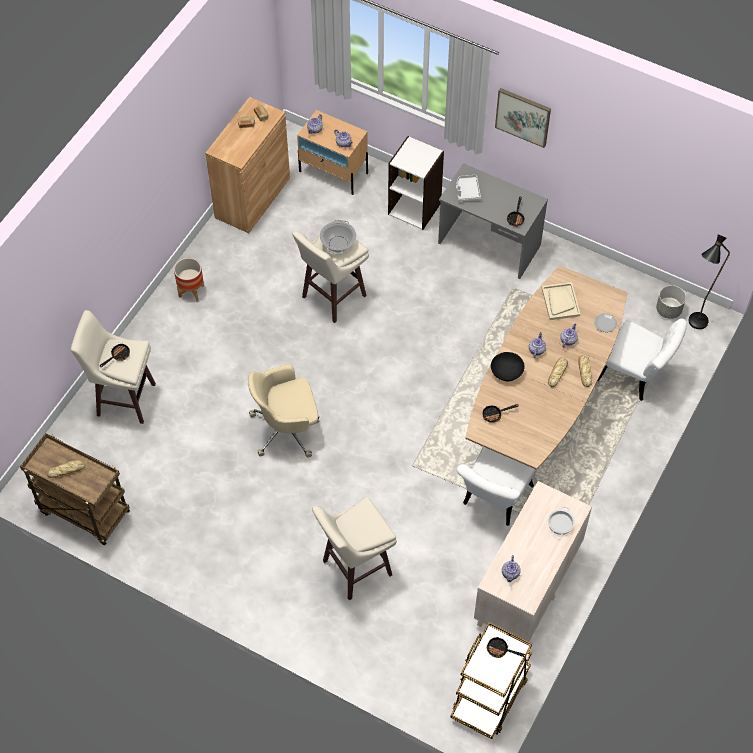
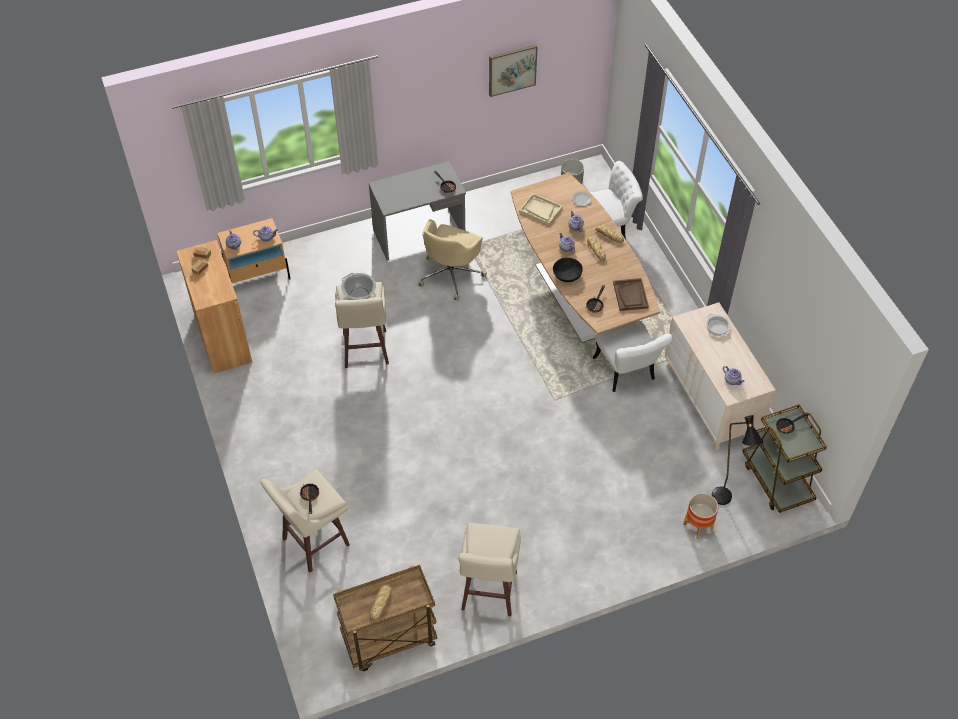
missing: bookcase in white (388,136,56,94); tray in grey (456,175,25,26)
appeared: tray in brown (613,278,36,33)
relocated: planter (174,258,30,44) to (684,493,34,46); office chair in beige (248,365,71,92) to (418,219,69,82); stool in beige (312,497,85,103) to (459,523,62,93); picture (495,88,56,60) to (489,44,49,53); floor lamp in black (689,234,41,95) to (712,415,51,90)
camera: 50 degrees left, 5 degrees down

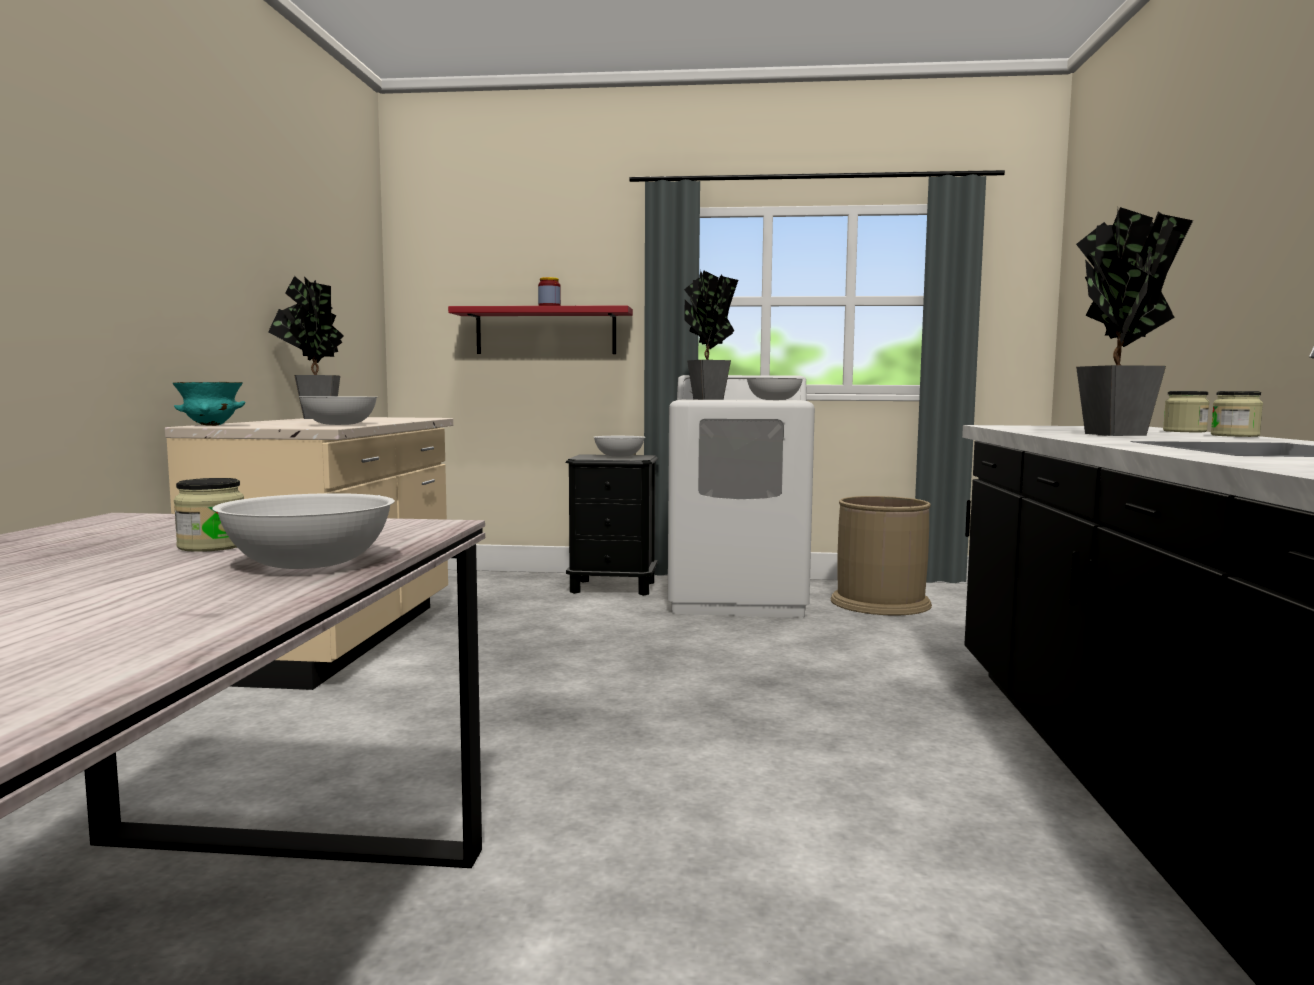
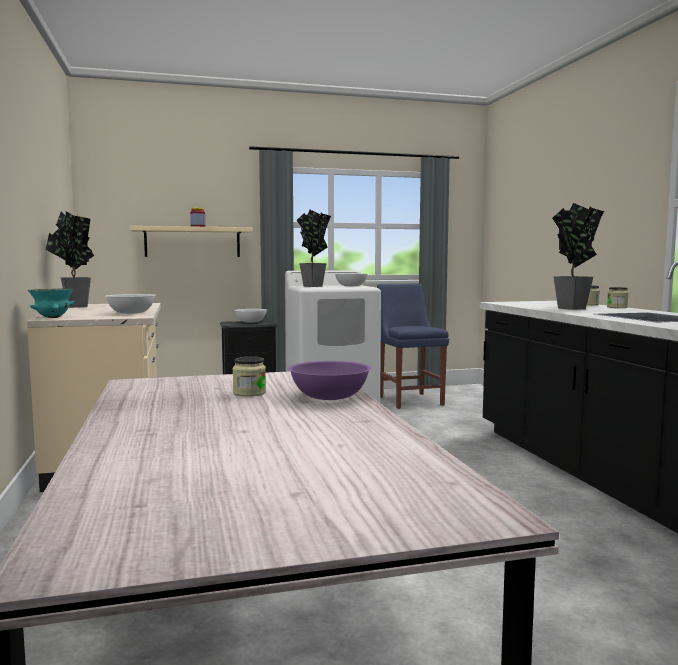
exchanged: trash can in brown (831,496,101,119) to chair in blue (377,284,72,125)
colour: bowl in white (212,493,183,76) to bowl in purple (288,361,83,39); shelf in red (448,305,185,49) to shelf in beige (130,226,123,31)
camera: 20 degrees left, 0 degrees up

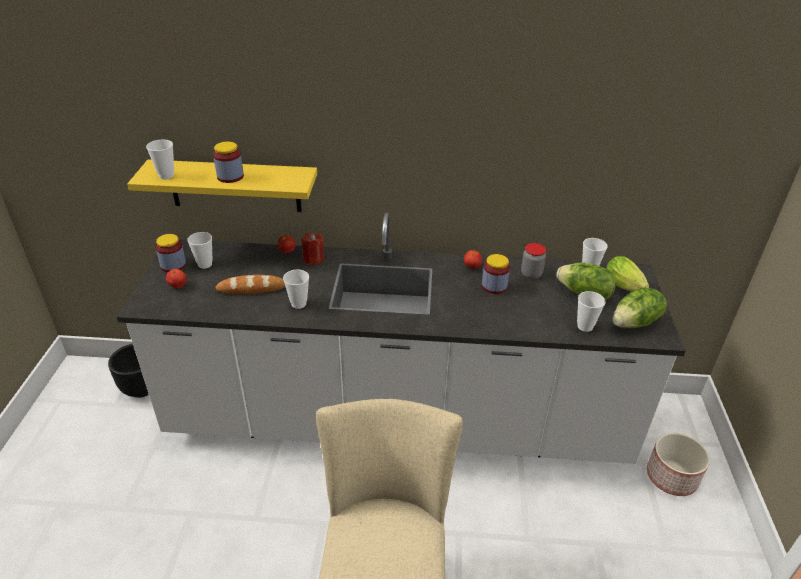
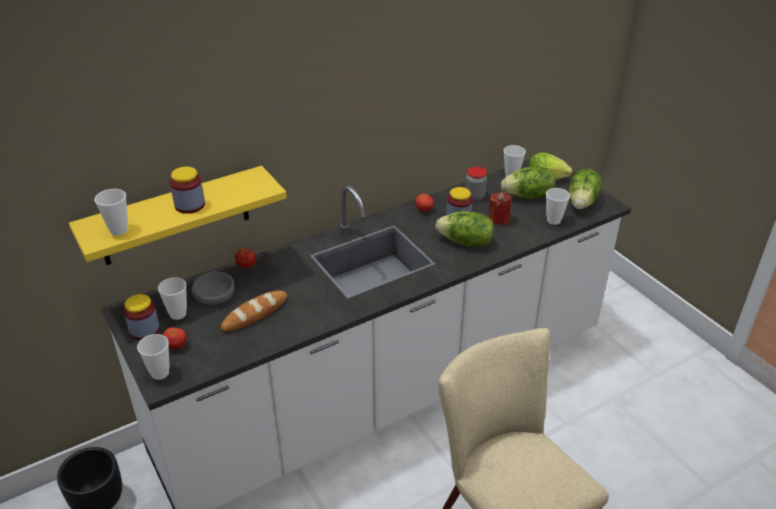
missing: planter (647,433,63,63)
appeared: bowl in grey (192,271,42,34); lettuce (436,211,58,35)
relocated: cup (283,269,26,40) to (137,334,32,46); candle in red (302,232,22,33) to (488,192,24,33)
camera: 35 degrees left, 0 degrees up

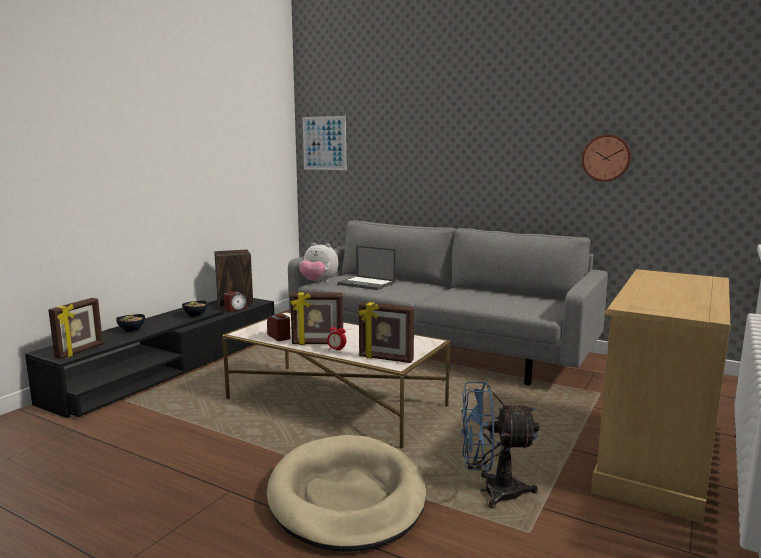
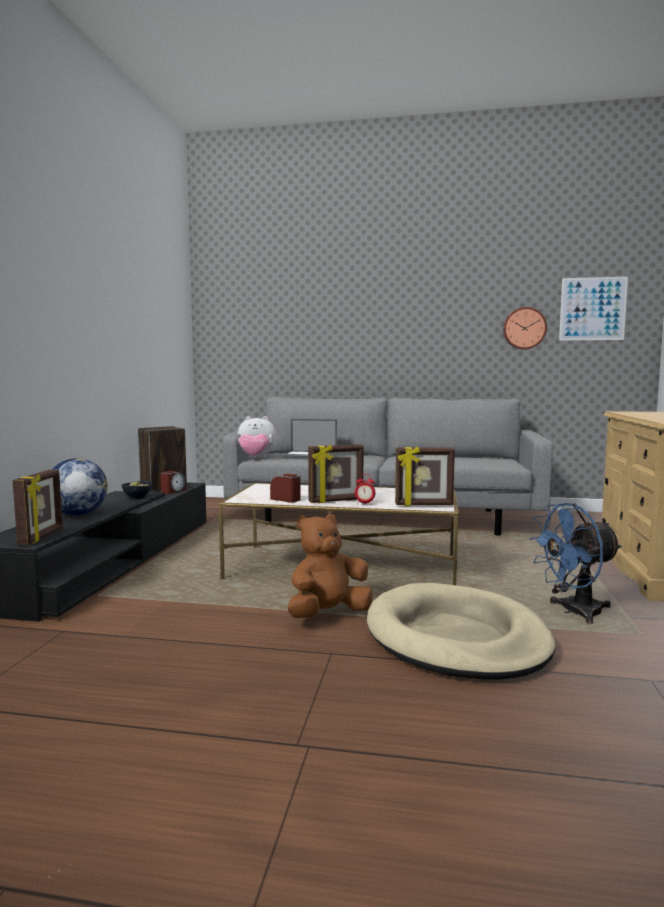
appeared: plush toy in brown (288,514,85,104)
relocated: picture (303,116,43,54) to (559,276,69,65)
exchanged: bowl (116,314,29,18) to globe (52,458,56,58)
camera: 20 degrees left, 5 degrees down

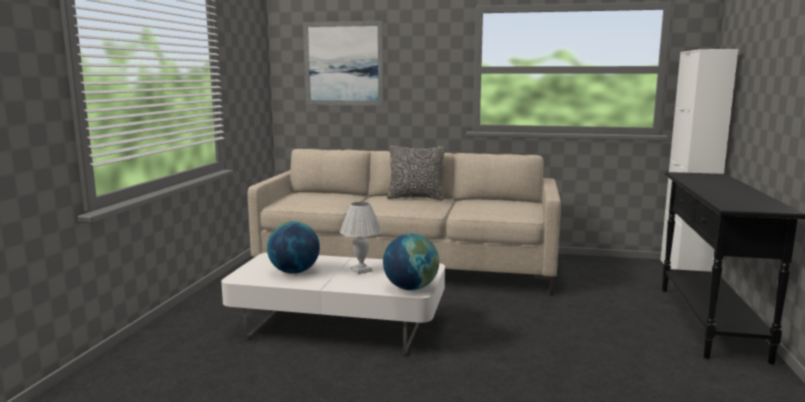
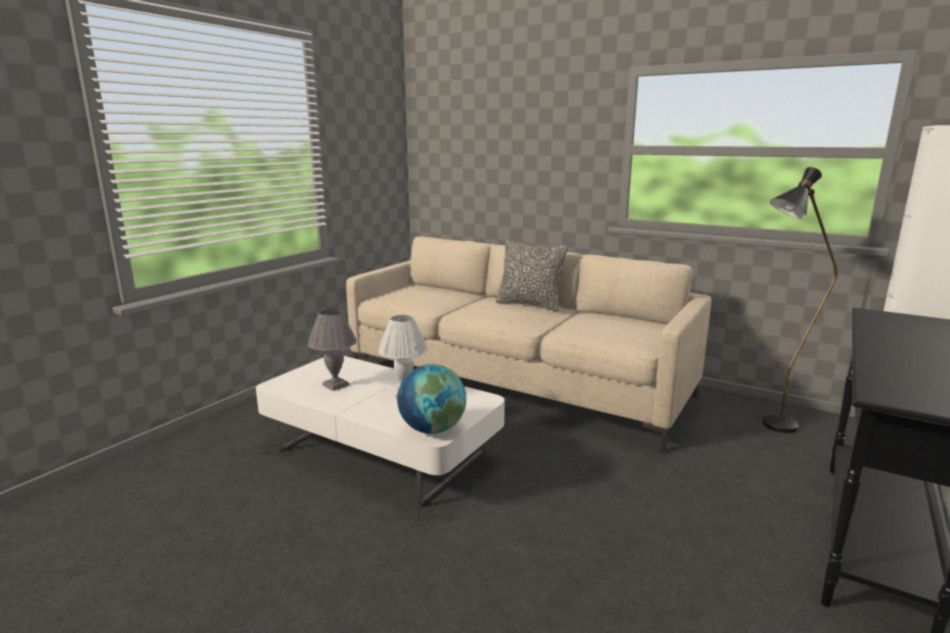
missing: picture (303,21,81,85)
appeared: floor lamp in black (762,167,76,266)
exchanged: globe (267,221,53,53) to table lamp in grey (308,309,49,82)
camera: 20 degrees right, 5 degrees up

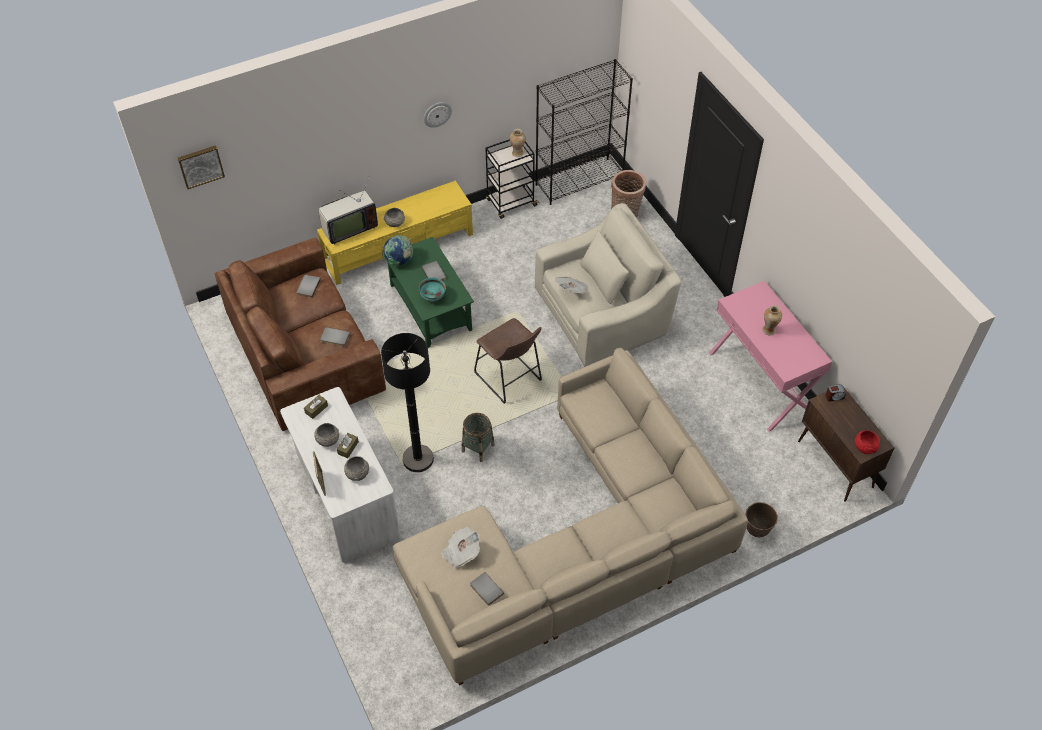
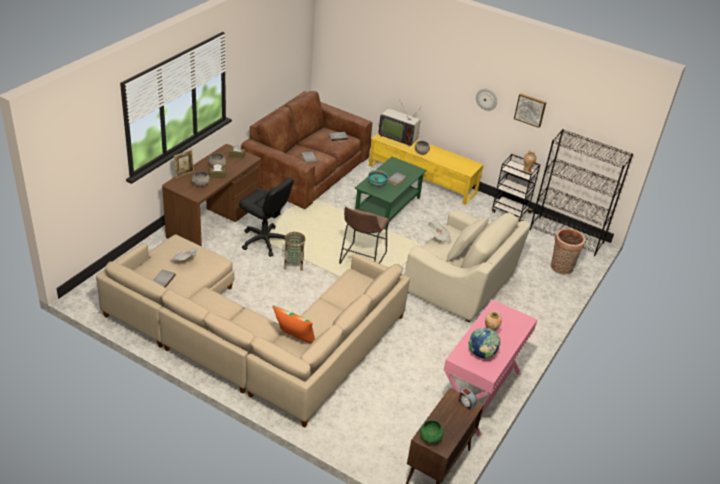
missing: planter (746,502,32,35)
appeared: pillow (272,305,43,38)
relocated: picture (178,145,47,44) to (514,93,32,35); globe (383,235,30,30) to (468,328,32,31)
exchanged: floor lamp in black (381,333,53,139) to office chair in black (239,177,55,80)
colour: desk in white (280,387,121,176) to desk in brown (162,144,99,102); bowl in red (855,430,25,24) to bowl in green (420,420,24,24)
camera: 55 degrees right, 15 degrees down

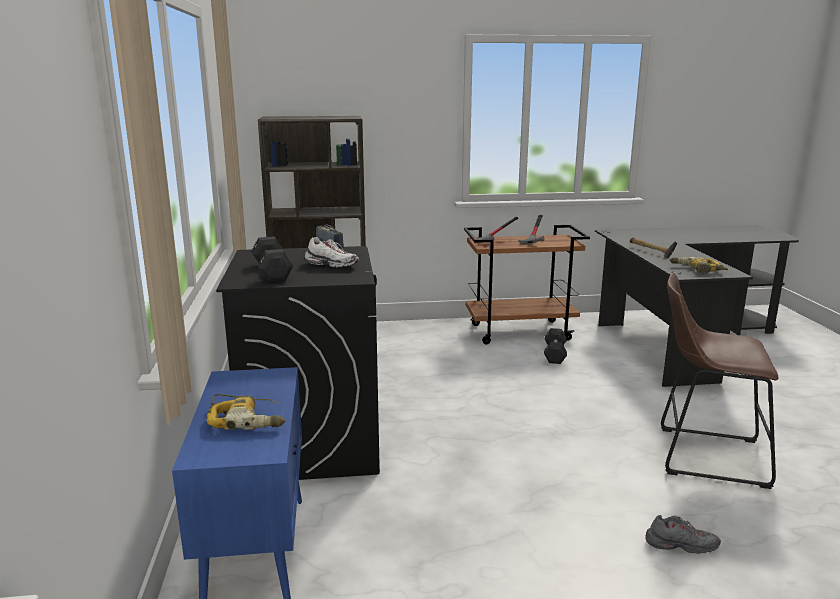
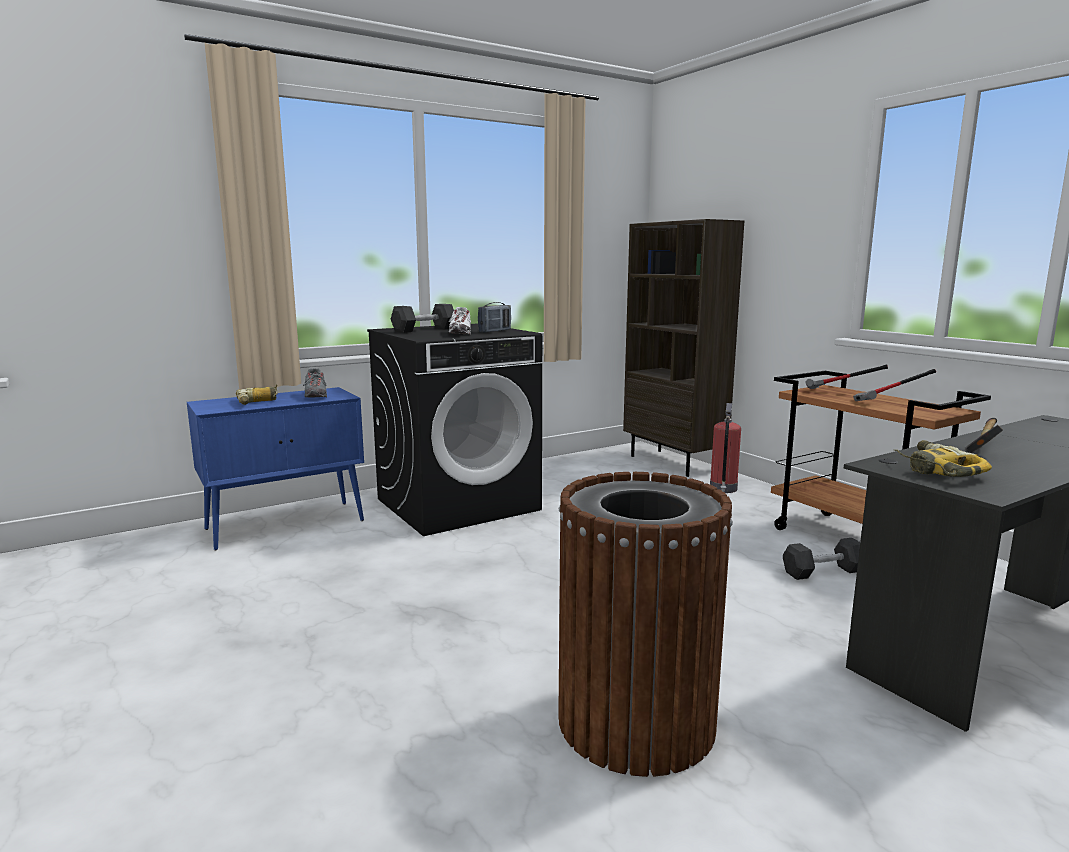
appeared: fire extinguisher (710,403,31,90)
relocated: shoe in grey (645,515,76,39) to (303,368,24,30)
exchanged: stool in brown (661,273,118,216) to trash can in brown (558,472,175,305)
camera: 65 degrees right, 5 degrees down

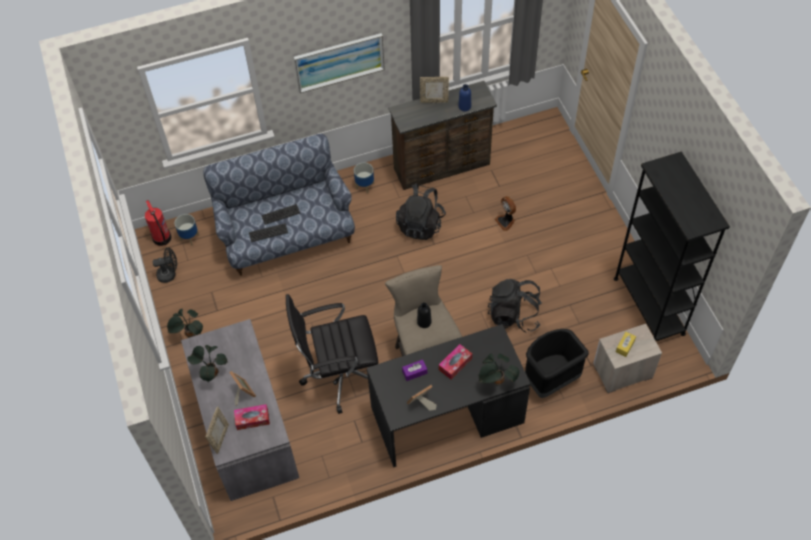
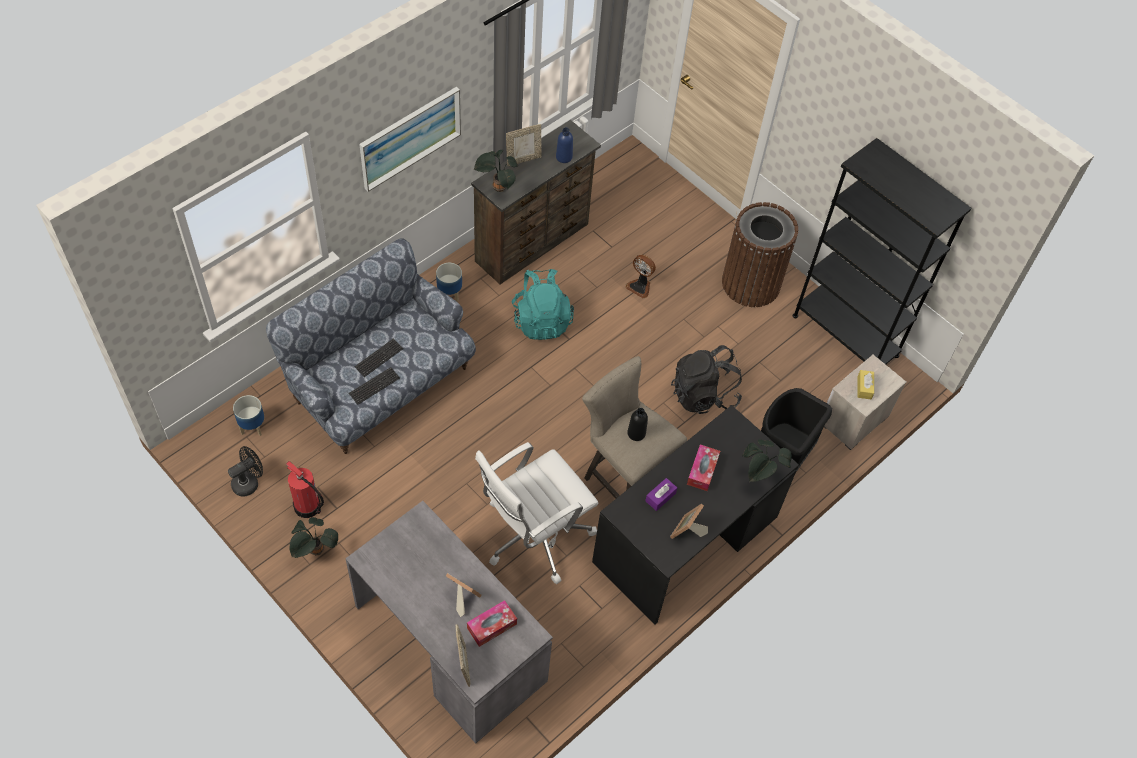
appeared: trash can in brown (722,202,76,105)
relocated: fire extinguisher (145,200,26,46) to (286,461,38,57); potted plant (188,345,40,37) to (473,150,45,42)
colour: office chair in black (286,294,92,120) to office chair in white (475,442,123,142); backpack in black (396,183,50,57) to backpack in turquoise (512,269,62,71)
camera: 30 degrees left, 0 degrees up

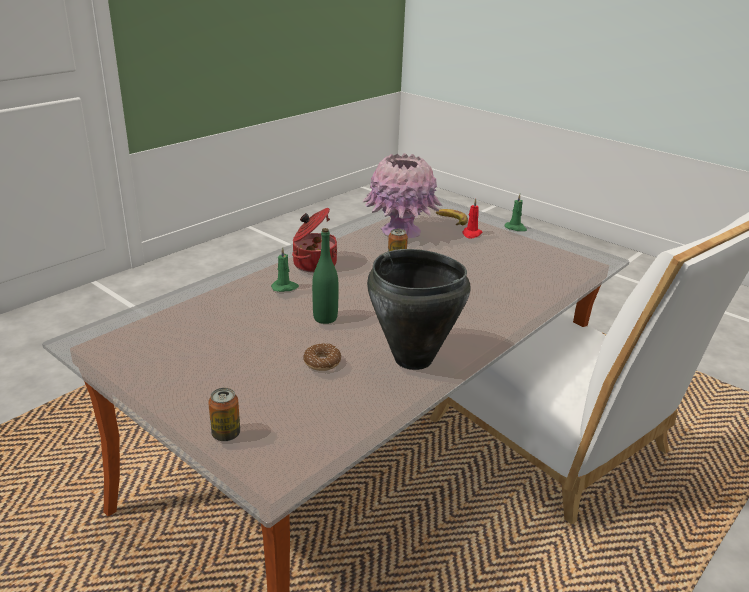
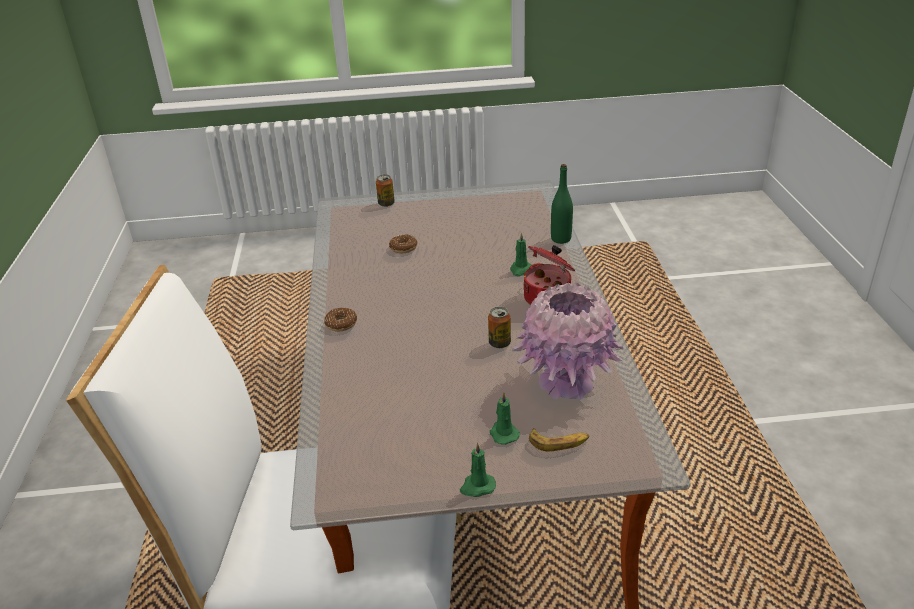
missing: cooking pot in black (367,249,104,121)
appeared: donut (324,308,33,23)
relocated: bottle in green (312,228,27,96) to (551,164,22,80)
colour: candle in red (462,199,20,40) to candle in green (490,392,30,53)
camera: 135 degrees right, 5 degrees up

